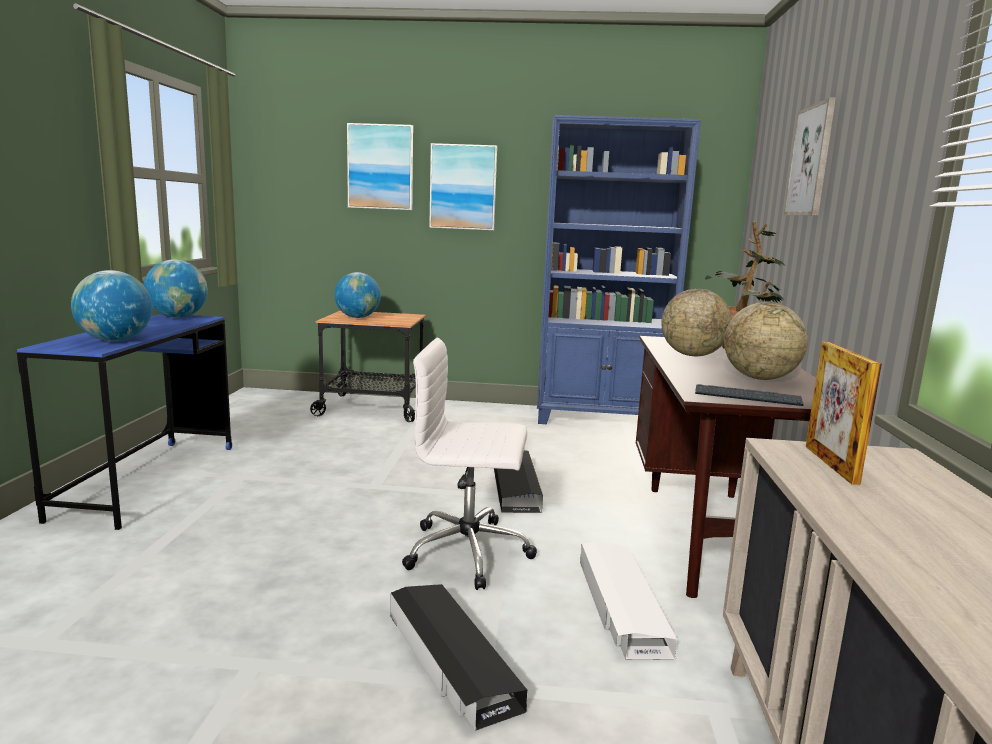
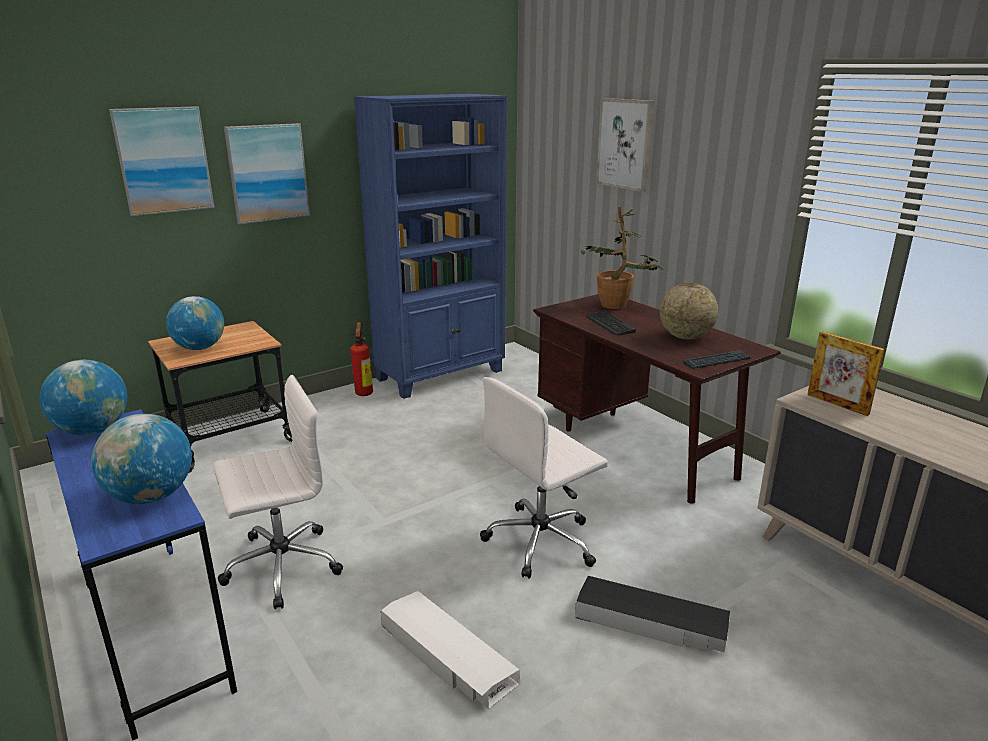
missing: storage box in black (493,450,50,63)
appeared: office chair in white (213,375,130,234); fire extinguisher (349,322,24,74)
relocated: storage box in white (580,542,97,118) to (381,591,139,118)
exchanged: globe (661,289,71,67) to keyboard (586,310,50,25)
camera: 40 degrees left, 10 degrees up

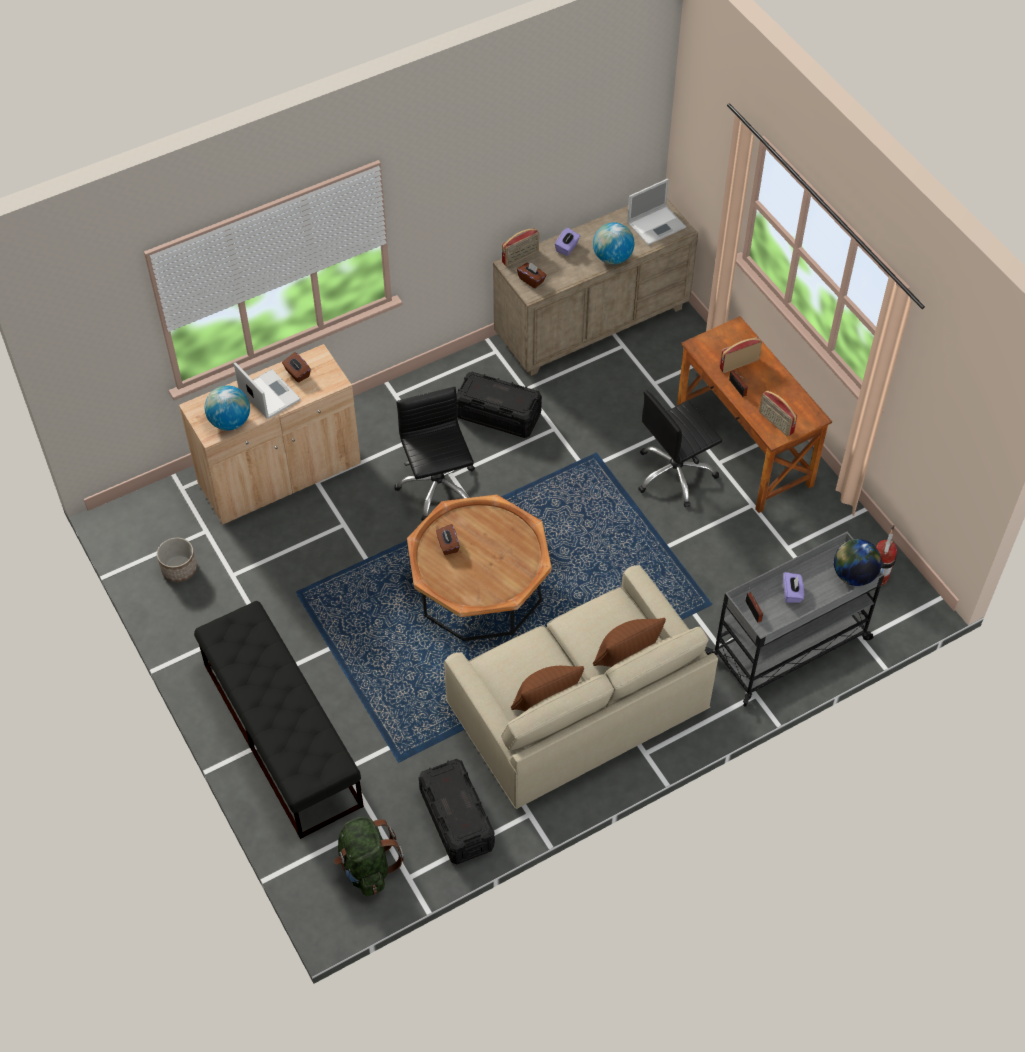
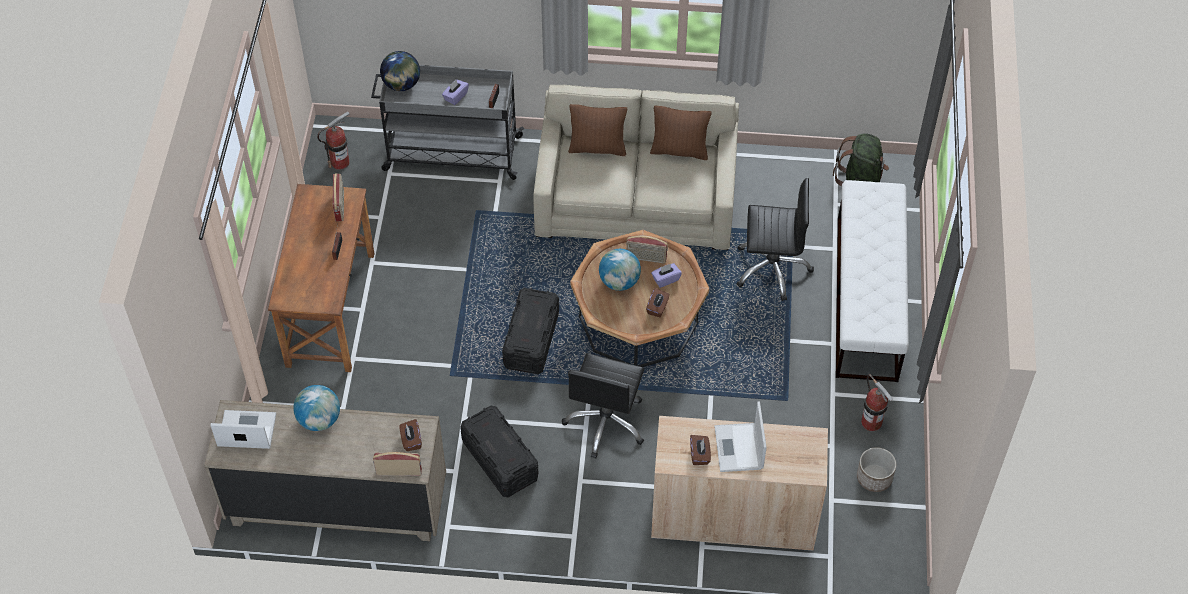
appeared: fire extinguisher (861,374,32,57)
relocated: globe (205,385,45,46) to (599,249,42,42); storage box in black (419,759,76,106) to (502,288,57,86); tissue box in purple (555,228,25,28) to (651,263,31,25); office chair in black (638,390,84,117) to (737,178,77,123); radio (719,337,43,36) to (626,236,42,28)
colour: bench in black (194,601,170,238) to bench in white (836,180,73,202)
camera: 145 degrees left, 0 degrees up

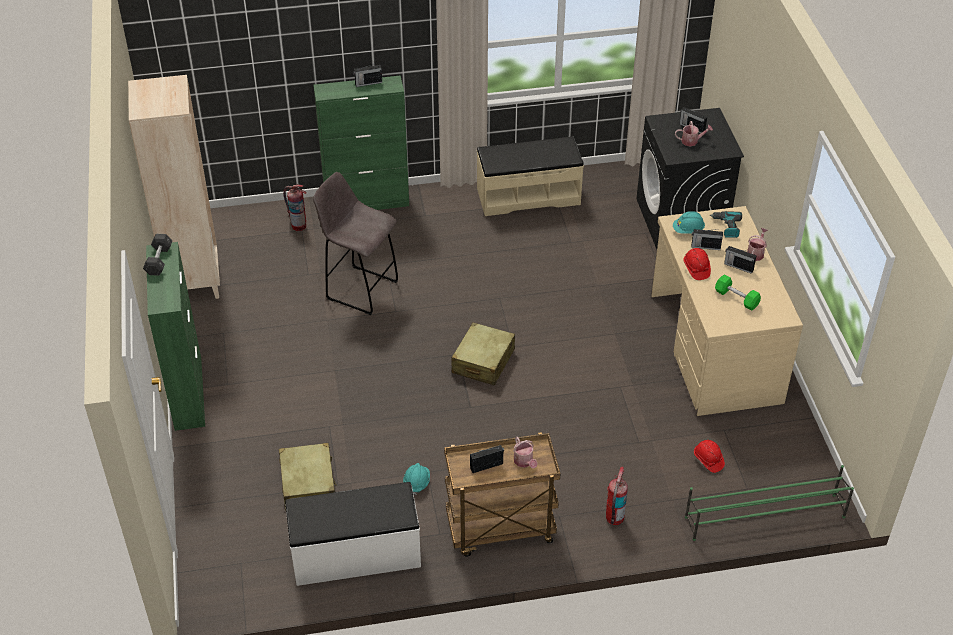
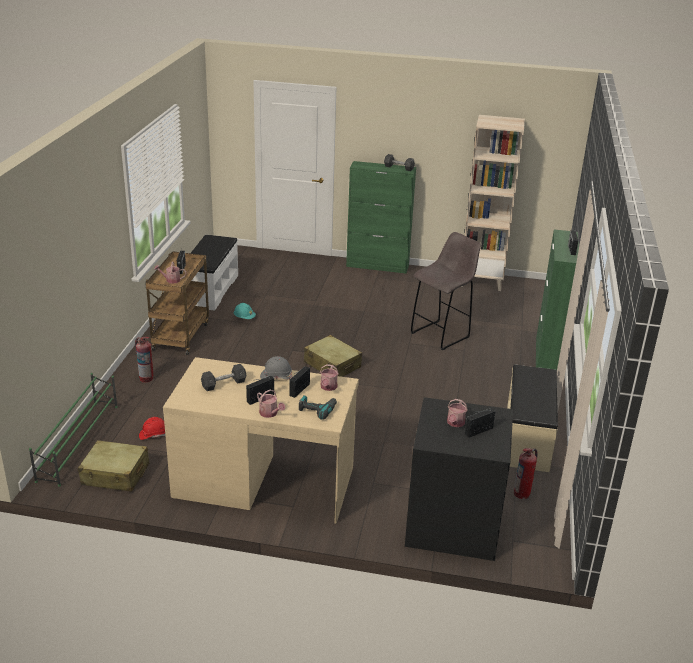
relocated: suitcase in beige (279,443,57,68) to (78,440,71,52); fire extinguisher (283,184,24,47) to (514,448,24,51)
exchanged: hard hat in turquoise (673,211,32,23) to watering can (320,364,19,27)
colour: hard hat in red (683,248,28,32) to hard hat in grey (260,356,32,24); dumbbell in green (715,274,46,37) to dumbbell in grey (201,364,46,27)
camera: 110 degrees right, 15 degrees down

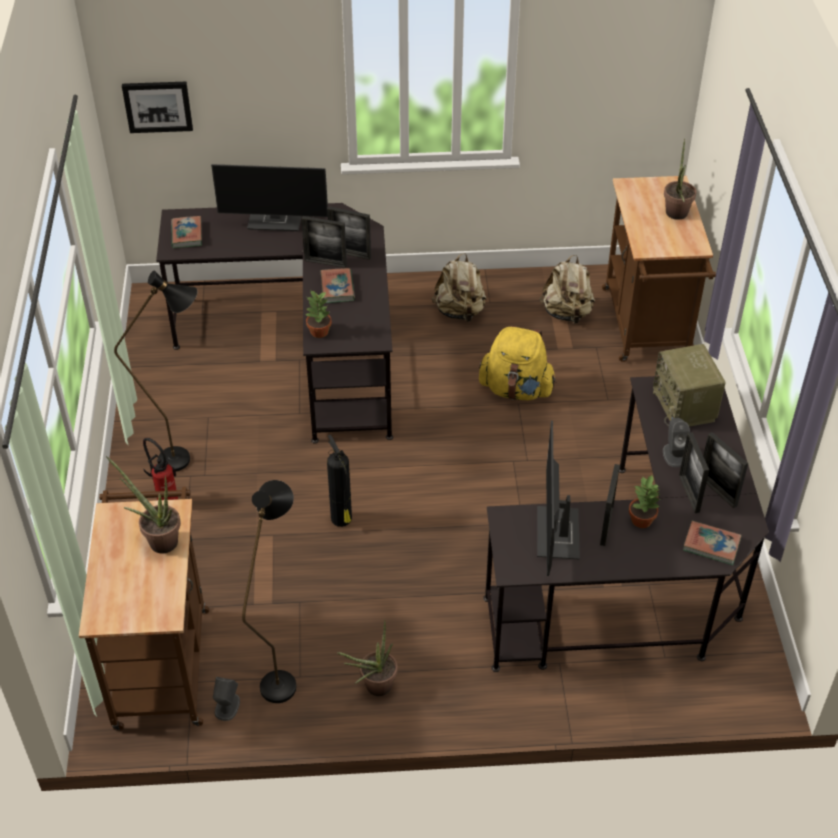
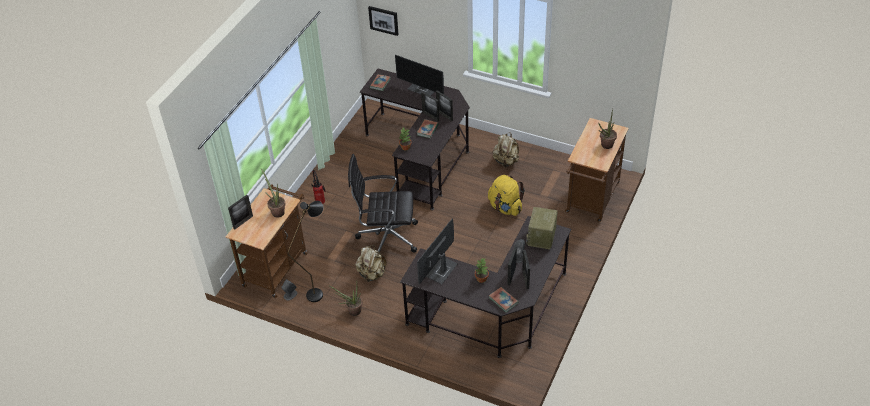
missing: floor lamp in black (114,270,83,201)
relocated: backpack in beige (539,255,56,69) to (355,245,32,37); picture frame (600,464,20,82) to (228,195,25,34)
exchanged: fire extinguisher (327,435,25,92) to office chair in black (348,154,70,99)
camera: 30 degrees right, 0 degrees up

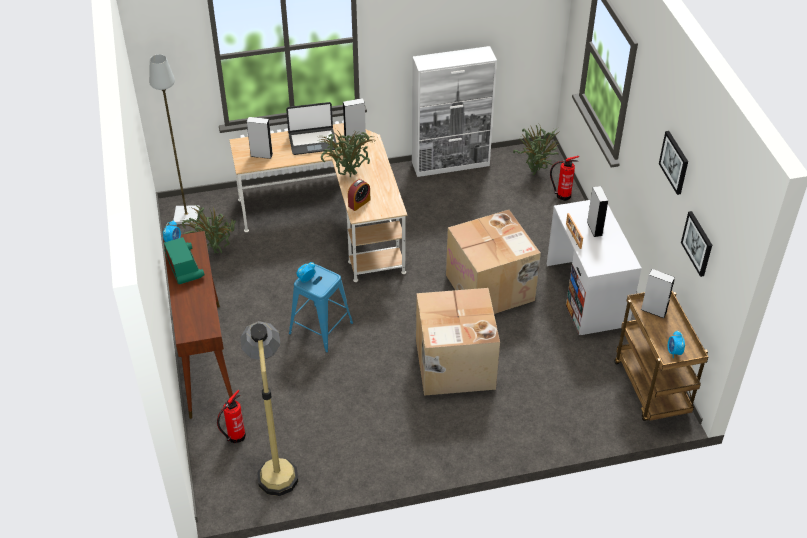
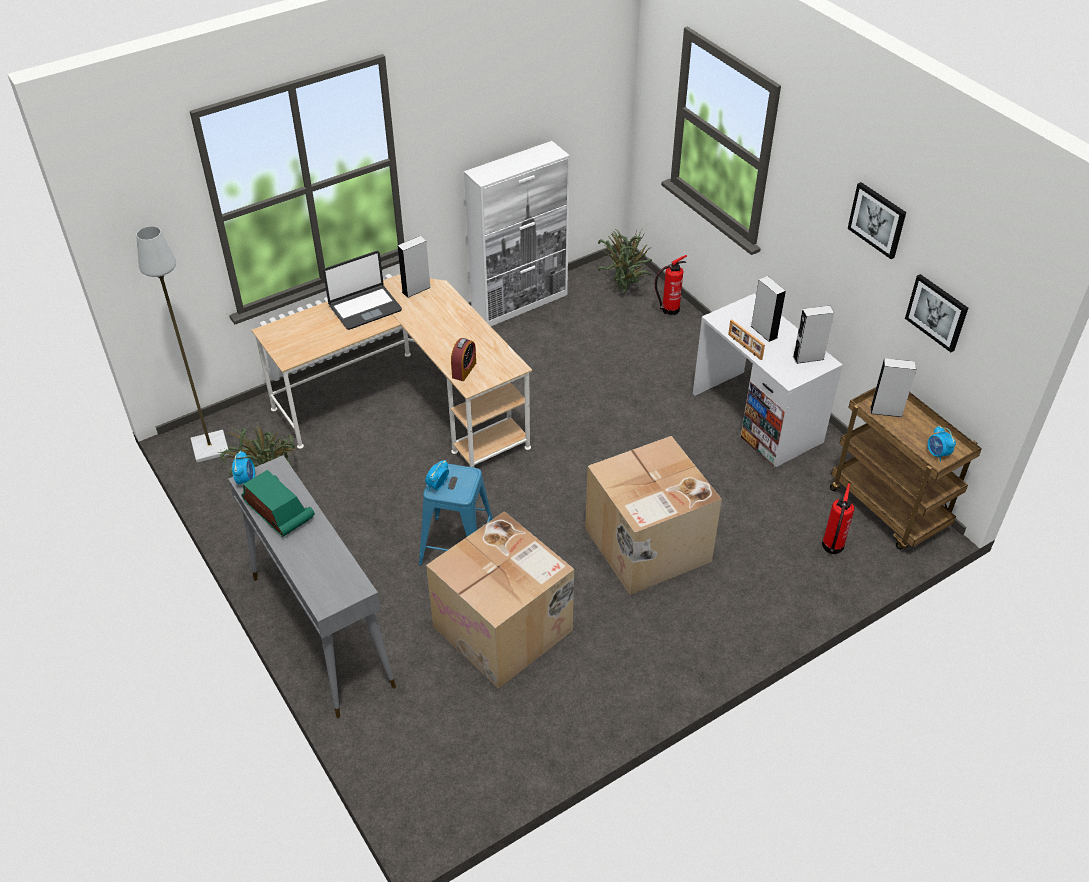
missing: floor lamp (240,321,58,175); potted plant (317,129,58,48)
relocated: fire extinguisher (217,390,29,53) to (822,483,32,71); speaker in grey (247,117,26,42) to (793,306,41,58); cardboard box (446,210,95,104) to (426,511,148,178)
colour: console table in brown (163,231,70,188) to console table in grey (228,455,168,263)
camera: 20 degrees left, 0 degrees up

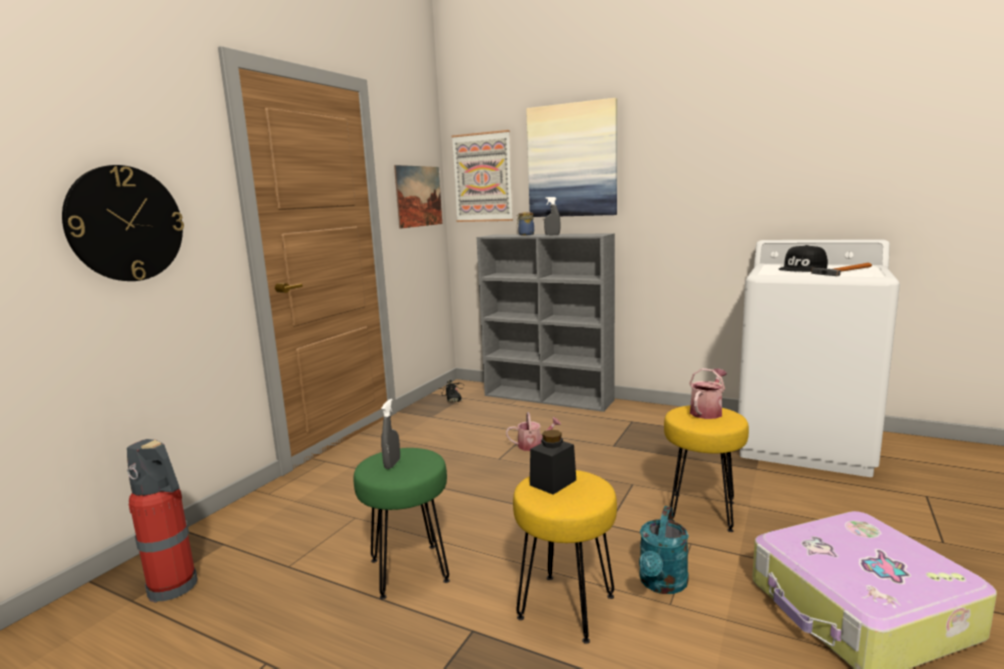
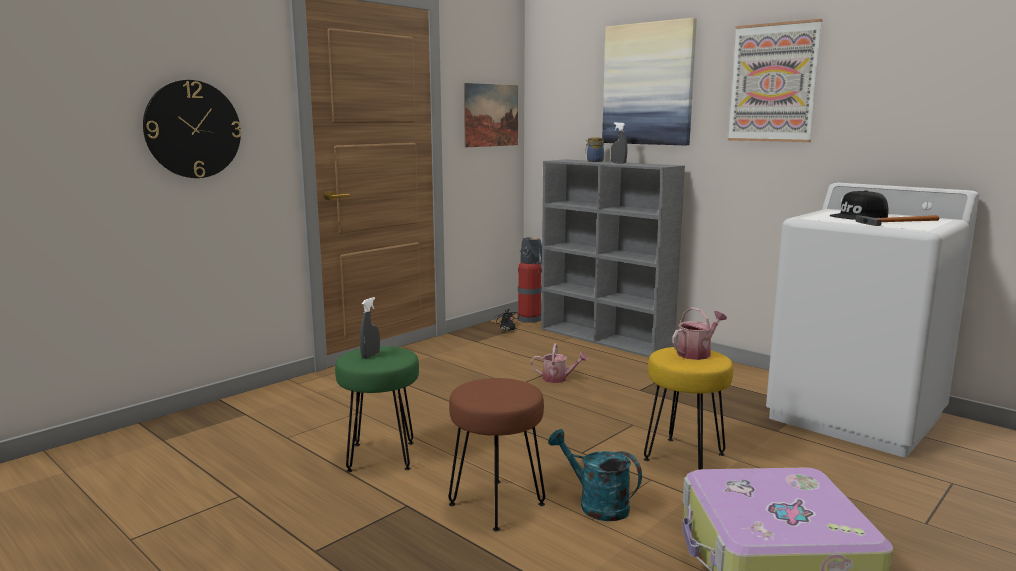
missing: jar in black (530,430,46,65)
relocated: fire extinguisher (127,439,71,164) to (518,237,24,86); picture (451,130,62,92) to (728,19,95,123)
colour: stool in yellow (513,470,104,174) to stool in brown (449,378,96,154)
spun: watering can in turquoise (639,506,50,88) = (548,429,94,92) 90 degrees clockwise
camera: 15 degrees right, 0 degrees up

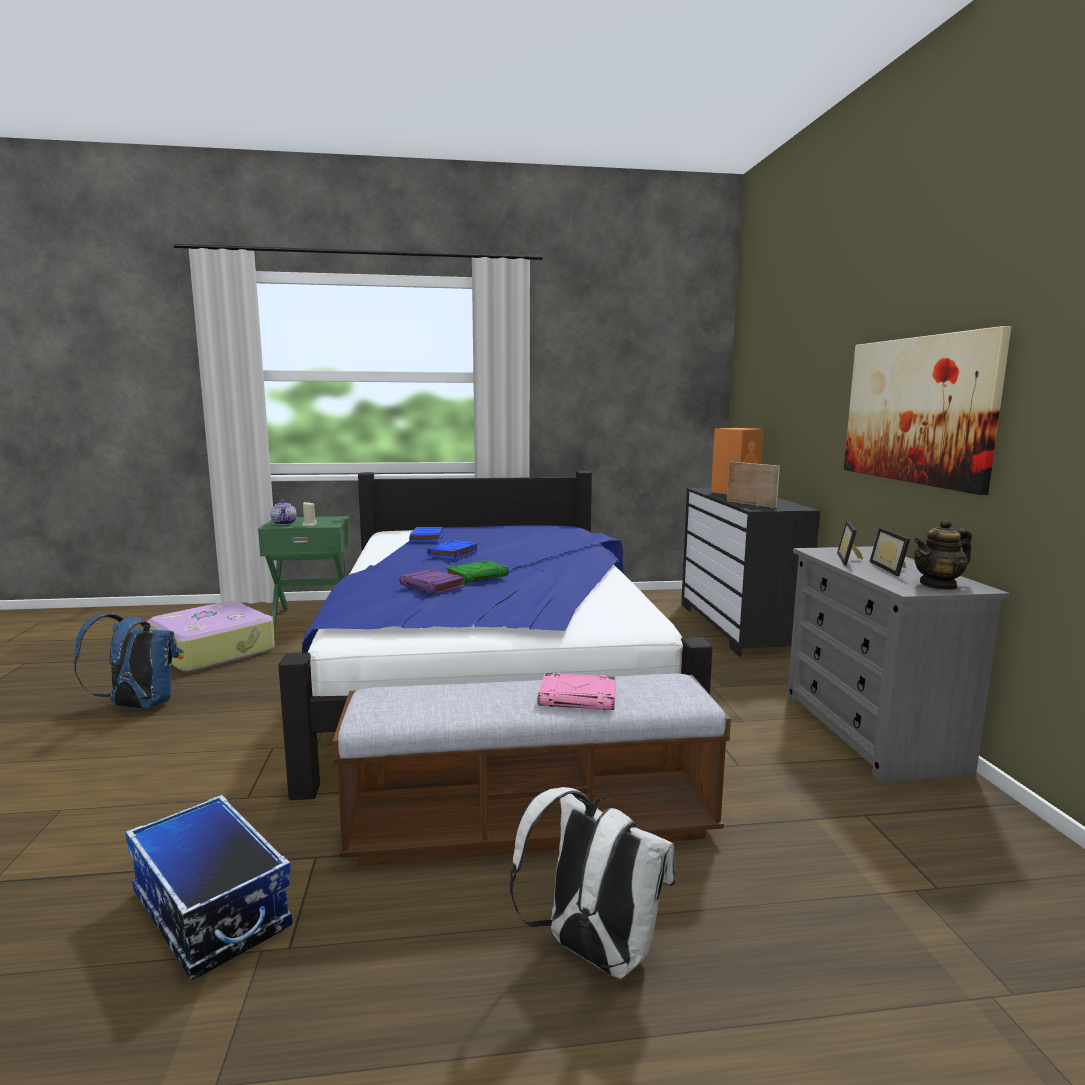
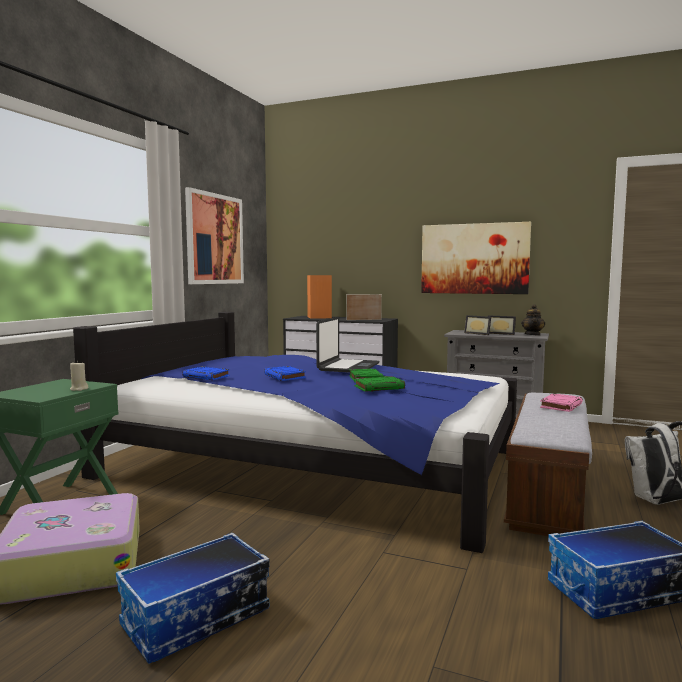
missing: teapot (271,500,26,25)
appeared: picture (185,187,59,97); laptop (316,317,64,56)
exchanged: backpack in blue (74,613,105,97) to storage box (116,533,154,131)
colour: book in purple (399,569,66,25) to book in green (354,376,51,16)
camera: 60 degrees left, 5 degrees down

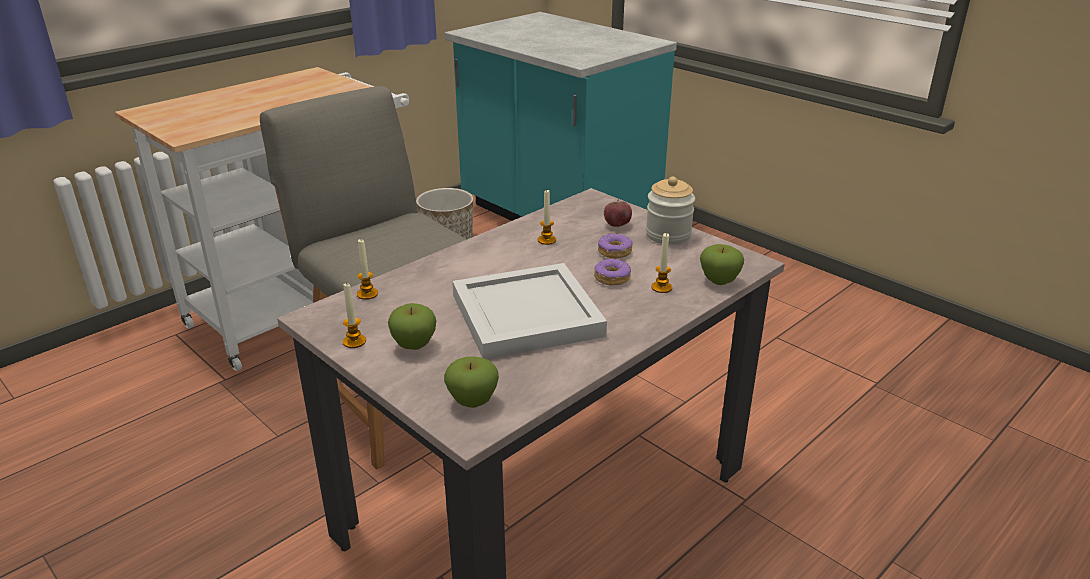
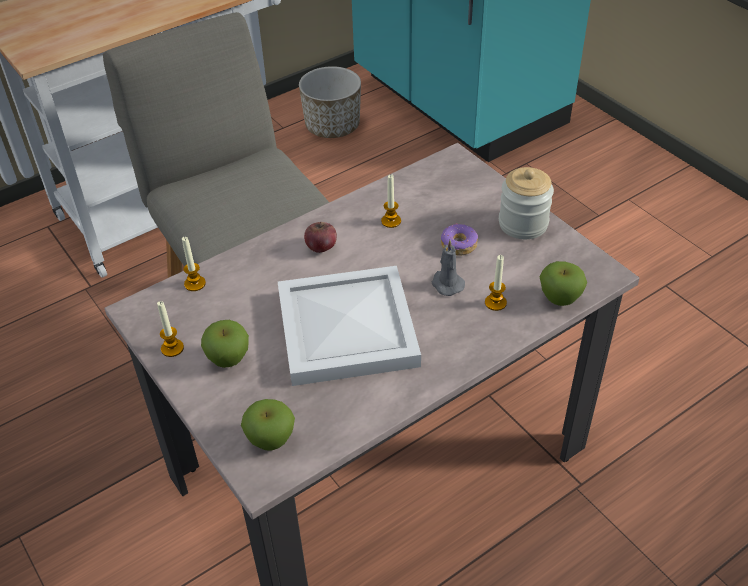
relocated: apple (604,198,28,29) to (304,222,33,31)
exchanged: donut (594,259,37,27) to candle in grey (431,240,34,56)
camera: 10 degrees right, 15 degrees up

